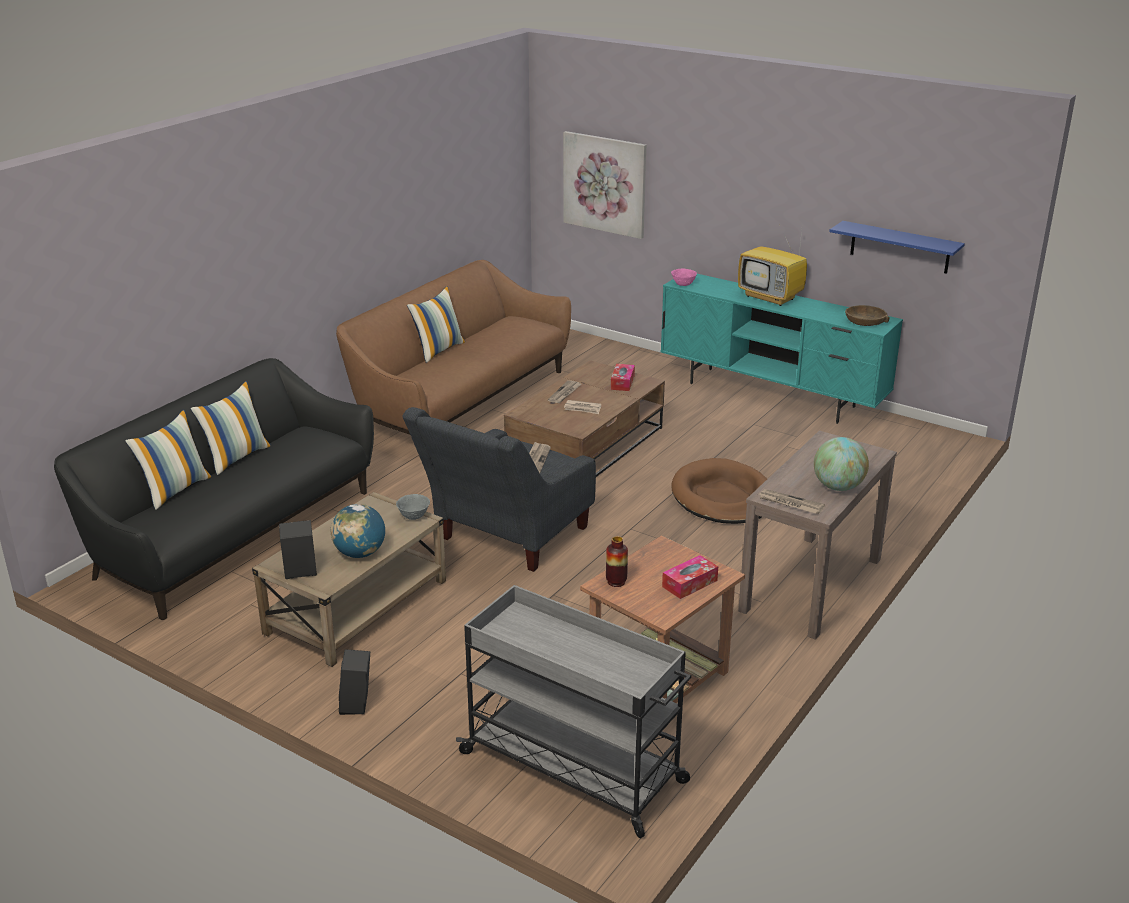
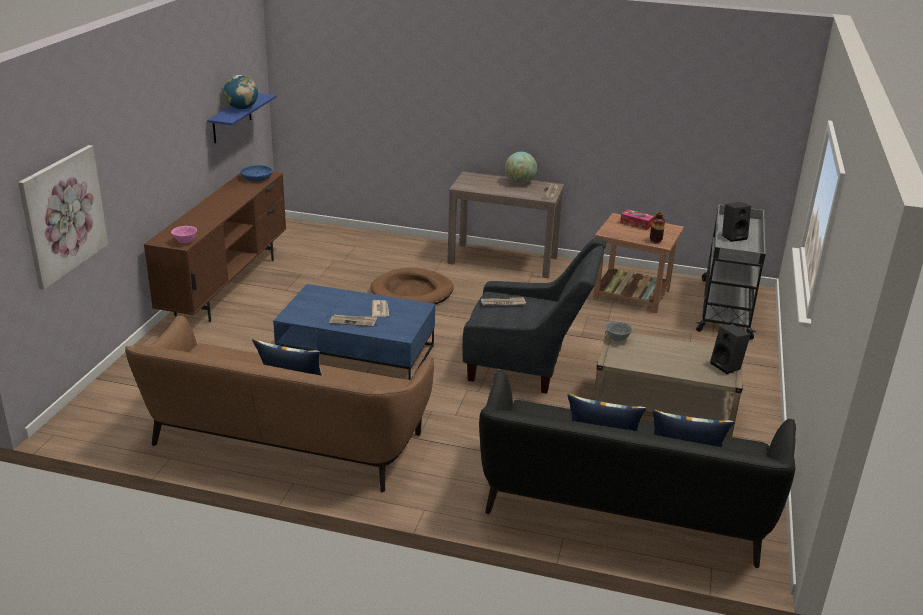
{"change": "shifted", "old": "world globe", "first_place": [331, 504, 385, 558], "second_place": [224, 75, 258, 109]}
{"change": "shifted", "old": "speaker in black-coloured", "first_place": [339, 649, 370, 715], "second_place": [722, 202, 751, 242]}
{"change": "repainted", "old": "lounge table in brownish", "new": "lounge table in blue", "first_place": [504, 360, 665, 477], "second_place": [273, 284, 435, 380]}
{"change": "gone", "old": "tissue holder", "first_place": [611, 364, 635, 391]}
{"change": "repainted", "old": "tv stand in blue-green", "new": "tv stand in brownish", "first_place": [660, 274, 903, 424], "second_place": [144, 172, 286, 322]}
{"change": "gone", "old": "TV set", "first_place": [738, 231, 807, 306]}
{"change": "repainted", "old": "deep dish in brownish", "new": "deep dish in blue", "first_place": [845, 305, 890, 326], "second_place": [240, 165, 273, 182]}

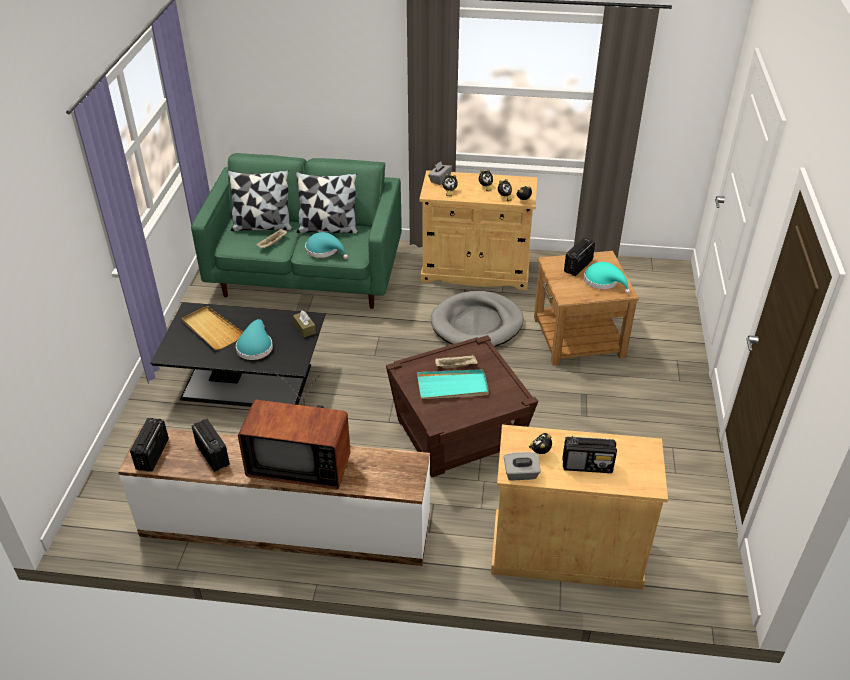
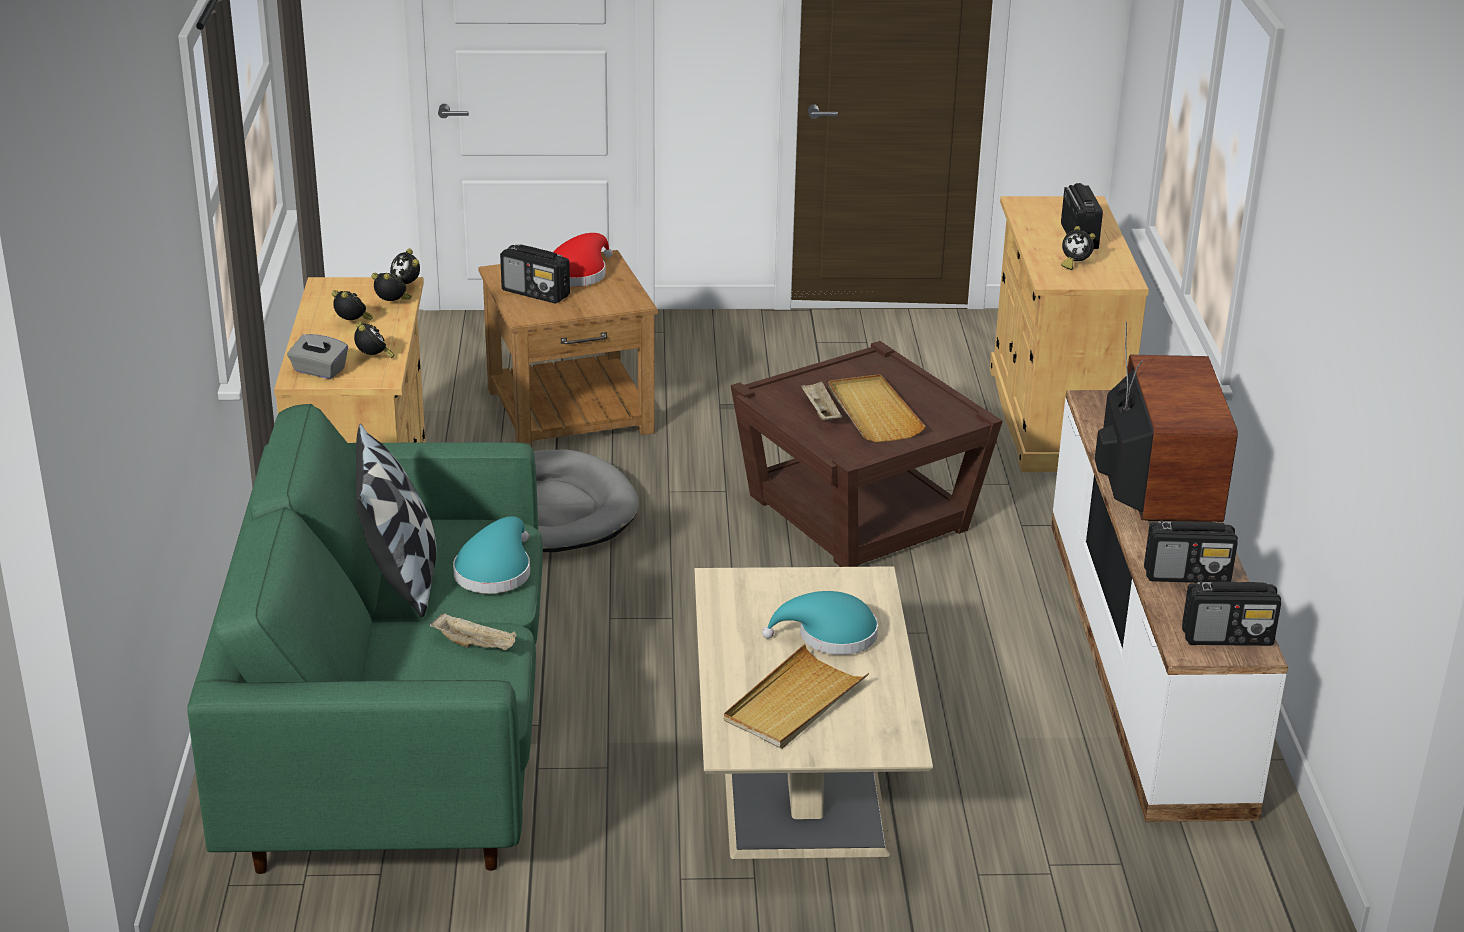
{"change": "repainted", "old": "lounge table in black-coloured", "new": "lounge table in sand-coloured", "first_place": [150, 302, 326, 407], "second_place": [694, 566, 933, 859]}
{"change": "rotated", "old": "radio", "first_place": [192, 419, 230, 472], "second_place": [1144, 520, 1238, 583], "degrees": -135}
{"change": "gone", "old": "pillow", "first_place": [227, 170, 292, 231]}
{"change": "gone", "old": "tissue holder in brownish", "first_place": [293, 311, 316, 337]}
{"change": "repainted", "old": "tray in blue-green", "new": "tray in sand-coloured", "first_place": [417, 369, 489, 399], "second_place": [828, 374, 925, 442]}
{"change": "gone", "old": "tissue holder in greyish", "first_place": [504, 452, 541, 480]}
{"change": "repainted", "old": "clothing hat in blue-green", "new": "clothing hat in reddish", "first_place": [584, 262, 630, 294], "second_place": [553, 233, 613, 287]}

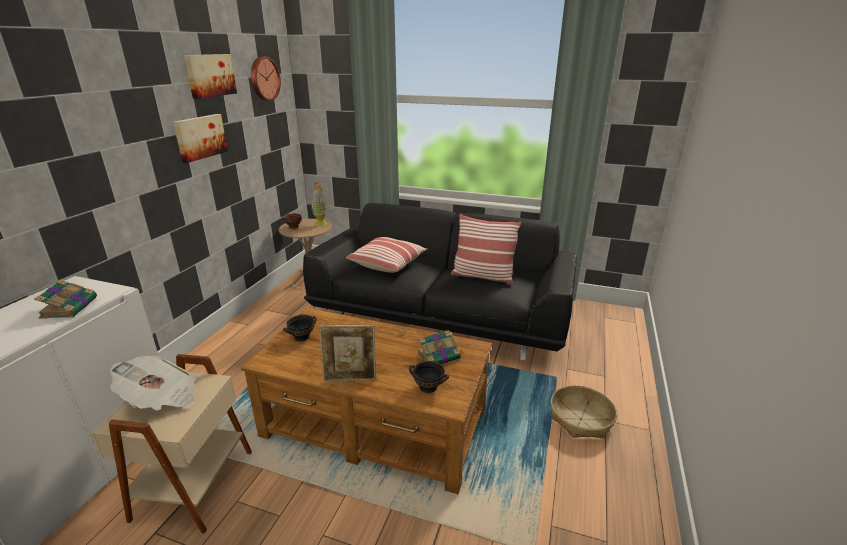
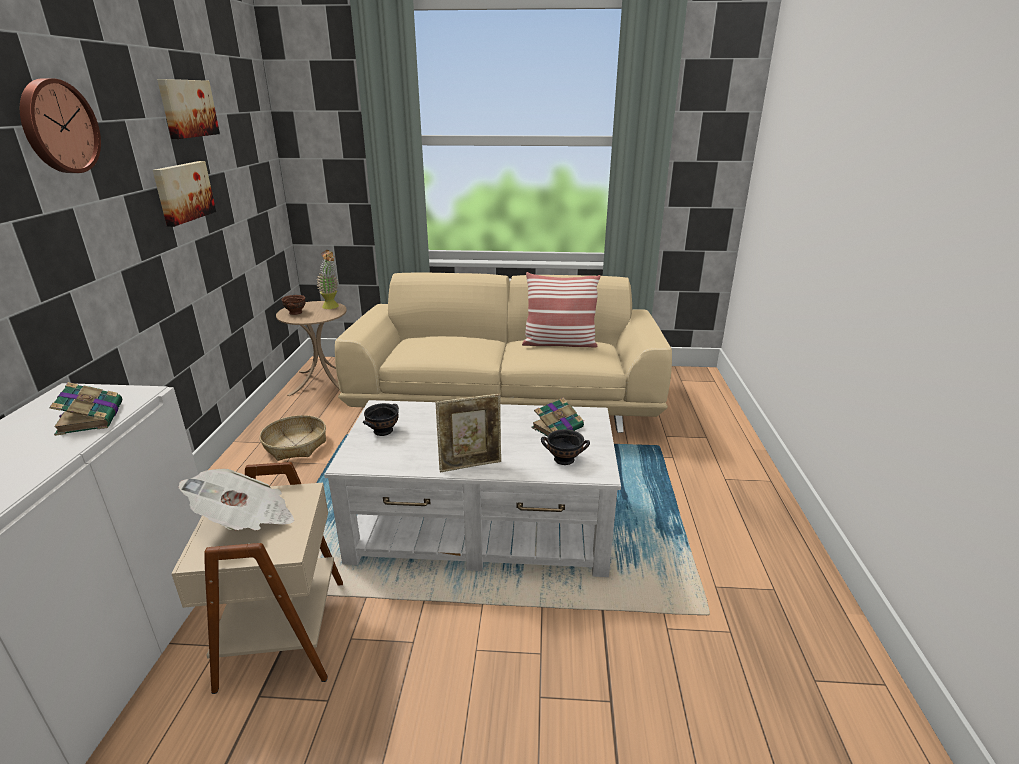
{"change": "repainted", "old": "lounge table in brownish", "new": "lounge table in white", "first_place": [241, 308, 492, 494], "second_place": [324, 400, 621, 577]}
{"change": "shifted", "old": "hanging clock", "first_place": [251, 57, 281, 101], "second_place": [20, 78, 101, 173]}
{"change": "repainted", "old": "sofa in black-coloured", "new": "sofa in sand-coloured", "first_place": [303, 203, 577, 361], "second_place": [335, 272, 672, 433]}
{"change": "gone", "old": "pillow", "first_place": [346, 237, 428, 273]}
{"change": "shifted", "old": "basket", "first_place": [551, 385, 617, 439], "second_place": [260, 415, 326, 461]}

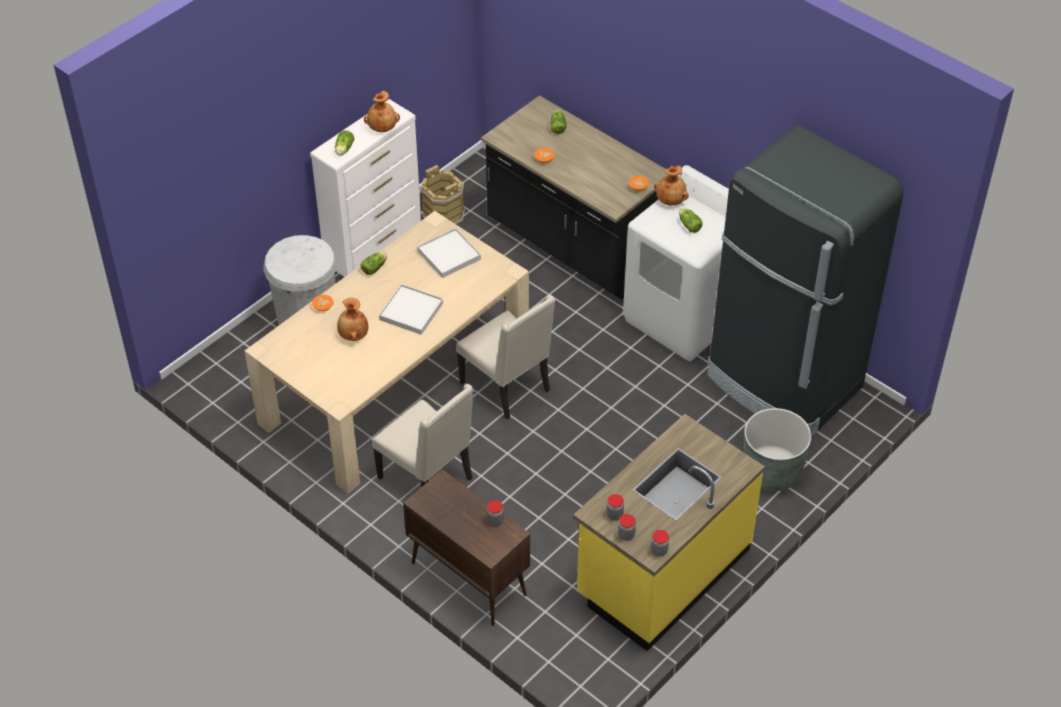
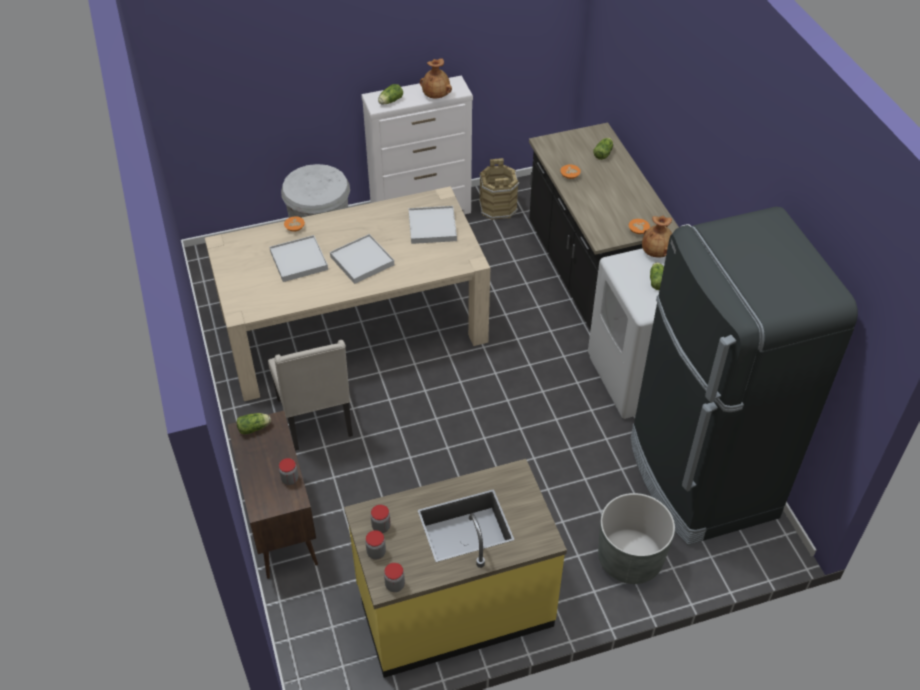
{"change": "swapped", "old": "vase in brownish", "new": "tray in white", "first_place": [337, 298, 368, 341], "second_place": [270, 235, 328, 282]}
{"change": "shifted", "old": "head of lettuce", "first_place": [360, 252, 387, 275], "second_place": [236, 413, 271, 435]}
{"change": "gone", "old": "chair in sand-coloured", "first_place": [456, 295, 555, 419]}

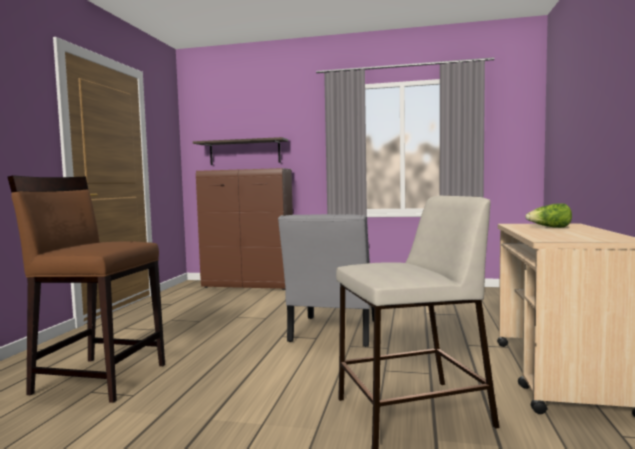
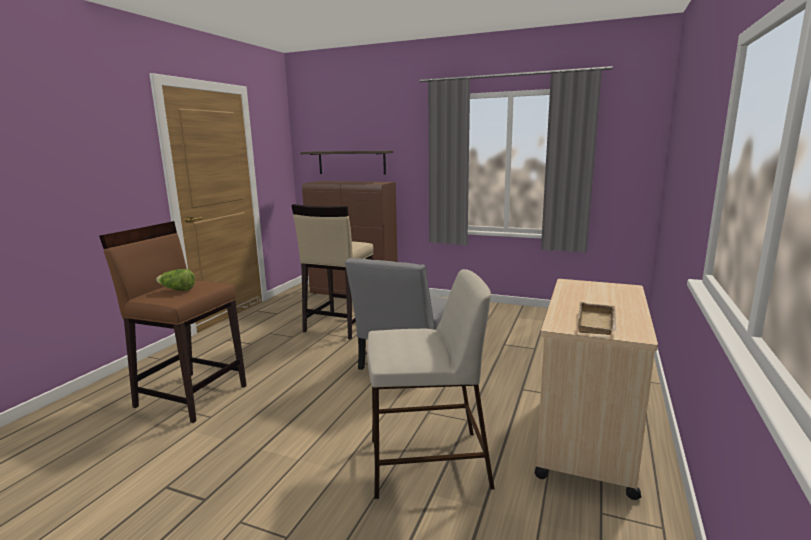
{"change": "shifted", "old": "head of lettuce", "first_place": [525, 203, 572, 228], "second_place": [156, 269, 195, 291]}
{"change": "new", "new": "sitting stool in sand-coloured", "second_place": [291, 204, 373, 339]}
{"change": "new", "new": "tray in sand-coloured", "second_place": [577, 302, 617, 335]}

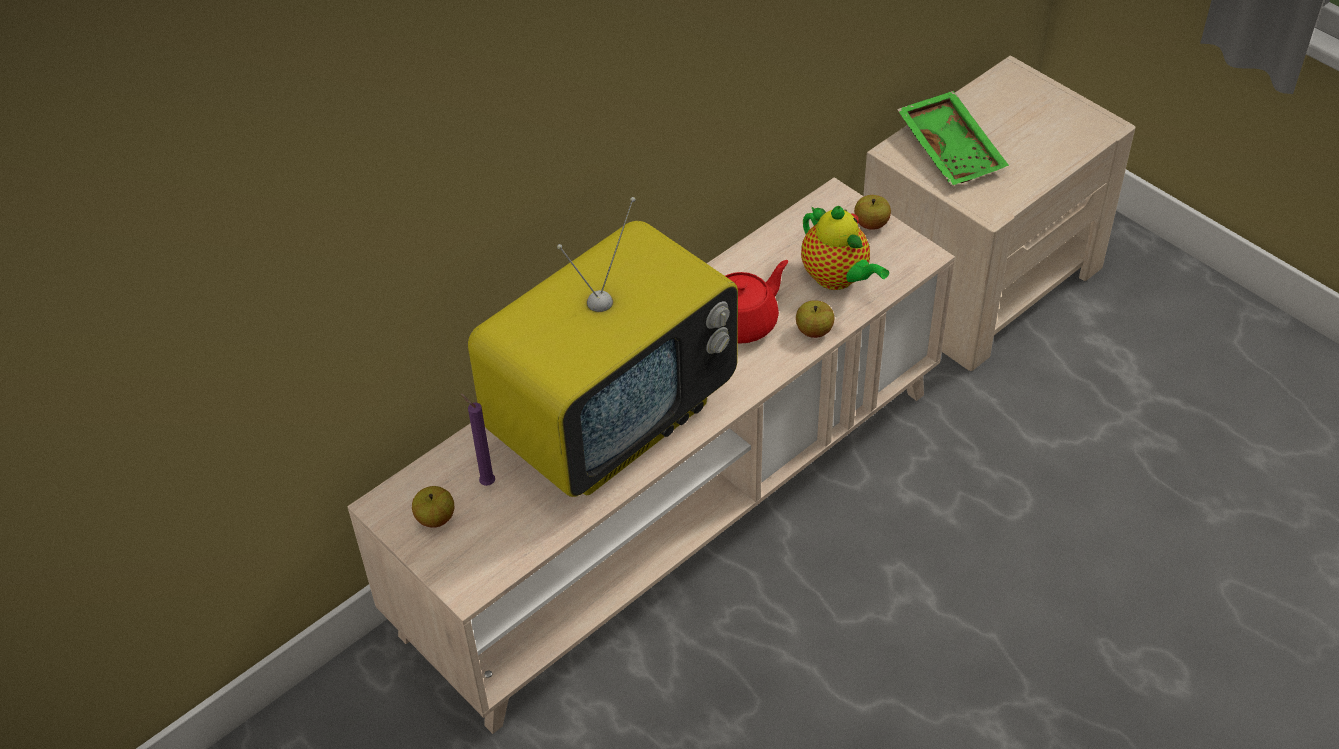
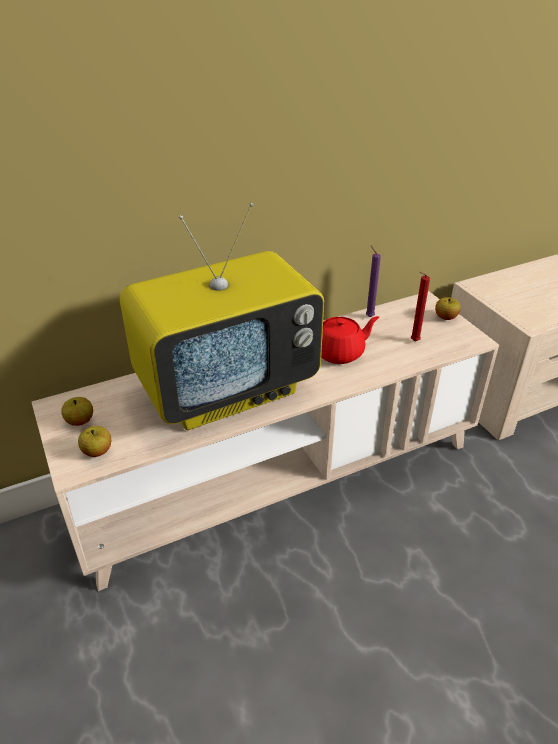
{"change": "shifted", "old": "wax candle in purple-coloured", "first_place": [461, 394, 495, 486], "second_place": [366, 245, 381, 317]}
{"change": "shifted", "old": "apple fruit", "first_place": [796, 300, 834, 338], "second_place": [78, 426, 112, 457]}
{"change": "swapped", "old": "teapot", "new": "wax candle in reddish", "first_place": [801, 206, 889, 290], "second_place": [411, 272, 430, 341]}
{"change": "gone", "old": "tray in green-coloured", "first_place": [897, 91, 1009, 186]}

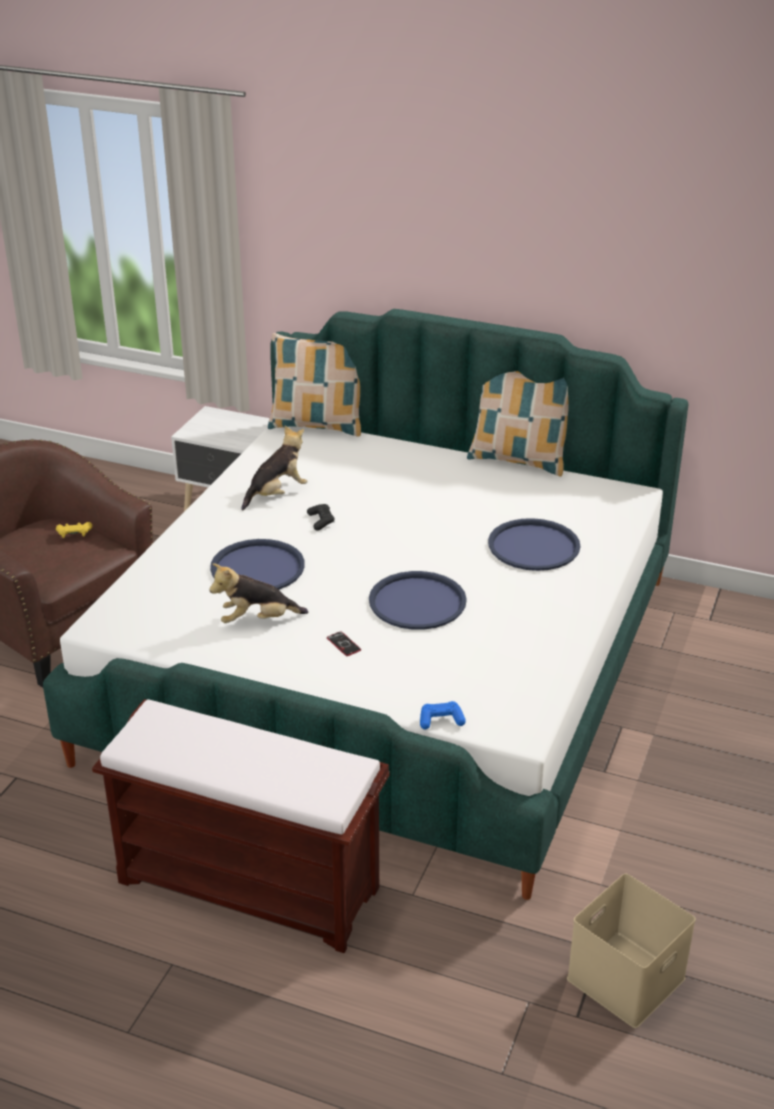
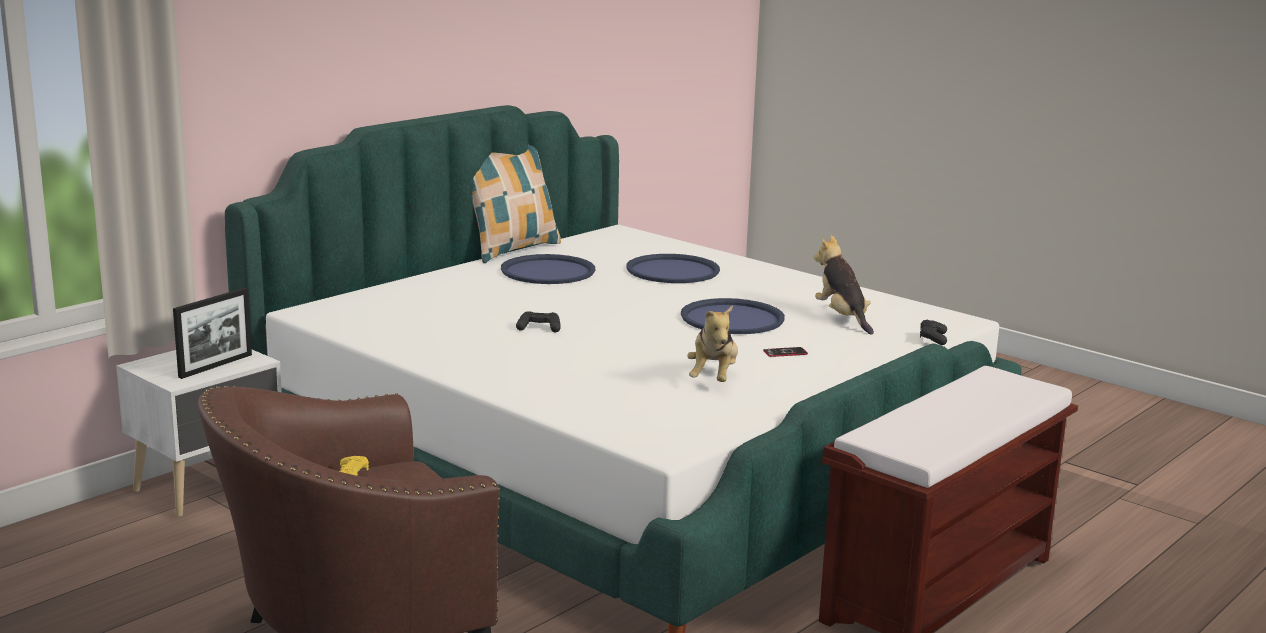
{"change": "shifted", "old": "tray in blue", "first_place": [210, 539, 305, 590], "second_place": [501, 254, 595, 284]}
{"change": "shifted", "old": "cuddly toy", "first_place": [241, 426, 307, 511], "second_place": [814, 235, 874, 334]}
{"change": "gone", "old": "pillow", "first_place": [268, 333, 361, 437]}
{"change": "repainted", "old": "joypad in blue", "new": "joypad in black-coloured", "first_place": [420, 701, 466, 729], "second_place": [920, 320, 947, 345]}
{"change": "gone", "old": "storage box in sand-coloured", "first_place": [567, 874, 696, 1028]}
{"change": "new", "new": "standing frame", "second_place": [173, 288, 252, 379]}

